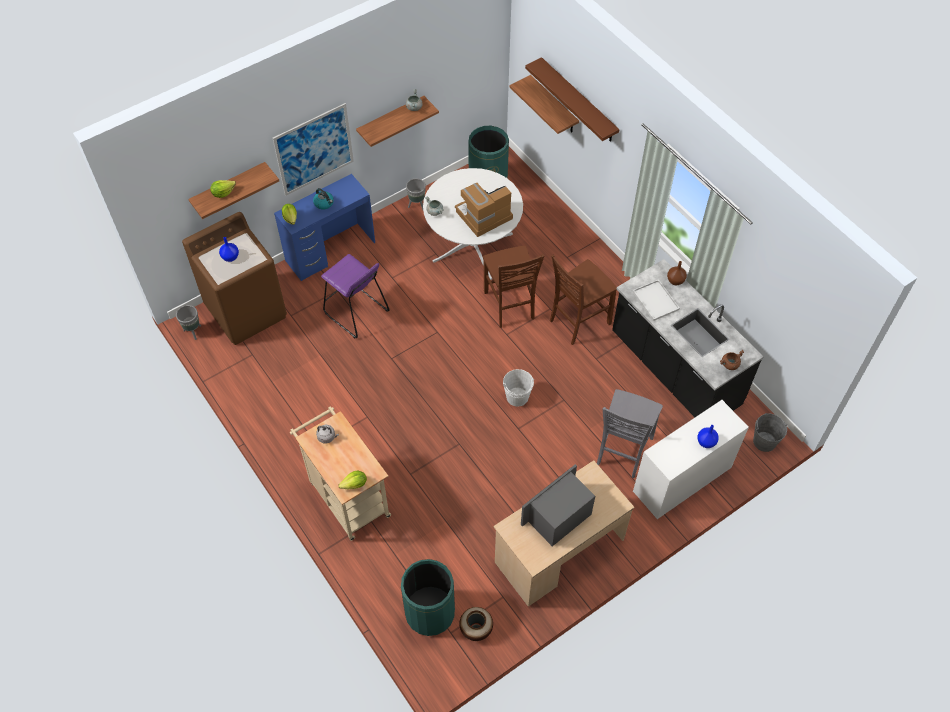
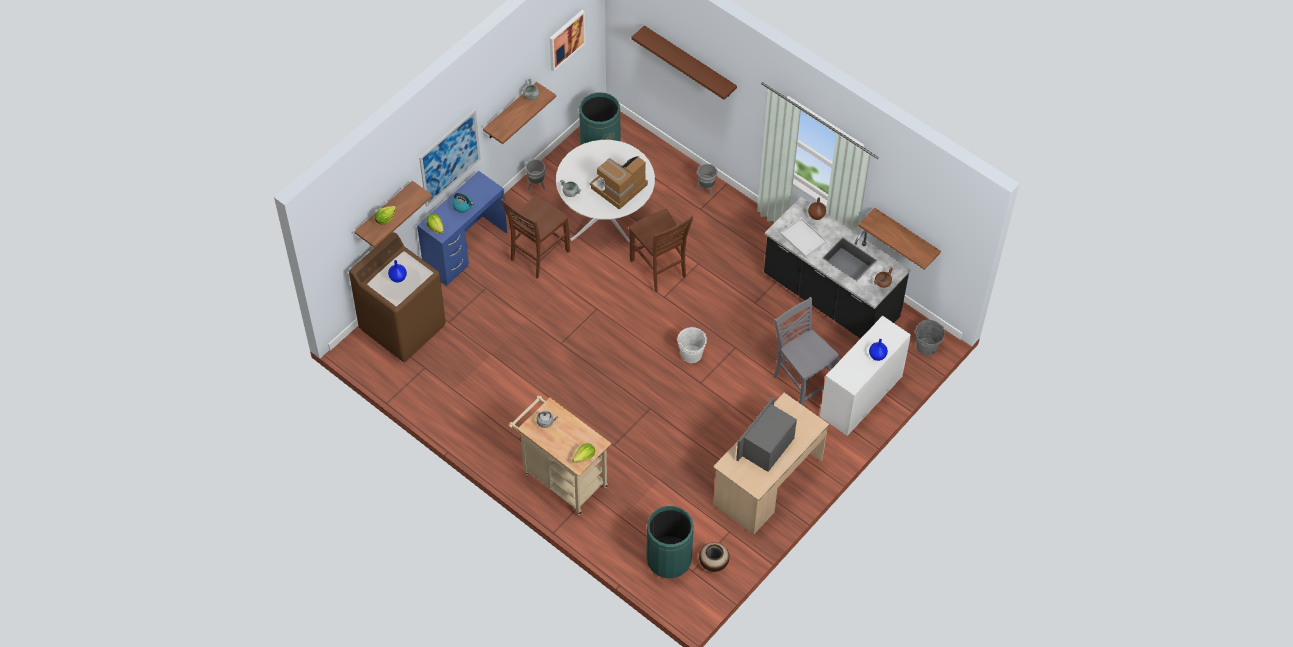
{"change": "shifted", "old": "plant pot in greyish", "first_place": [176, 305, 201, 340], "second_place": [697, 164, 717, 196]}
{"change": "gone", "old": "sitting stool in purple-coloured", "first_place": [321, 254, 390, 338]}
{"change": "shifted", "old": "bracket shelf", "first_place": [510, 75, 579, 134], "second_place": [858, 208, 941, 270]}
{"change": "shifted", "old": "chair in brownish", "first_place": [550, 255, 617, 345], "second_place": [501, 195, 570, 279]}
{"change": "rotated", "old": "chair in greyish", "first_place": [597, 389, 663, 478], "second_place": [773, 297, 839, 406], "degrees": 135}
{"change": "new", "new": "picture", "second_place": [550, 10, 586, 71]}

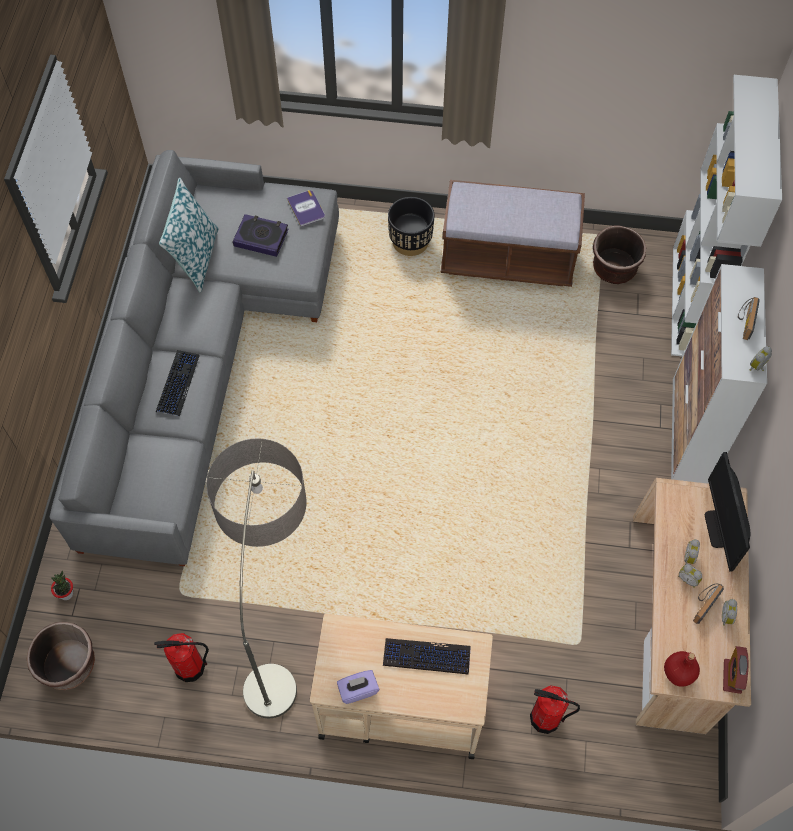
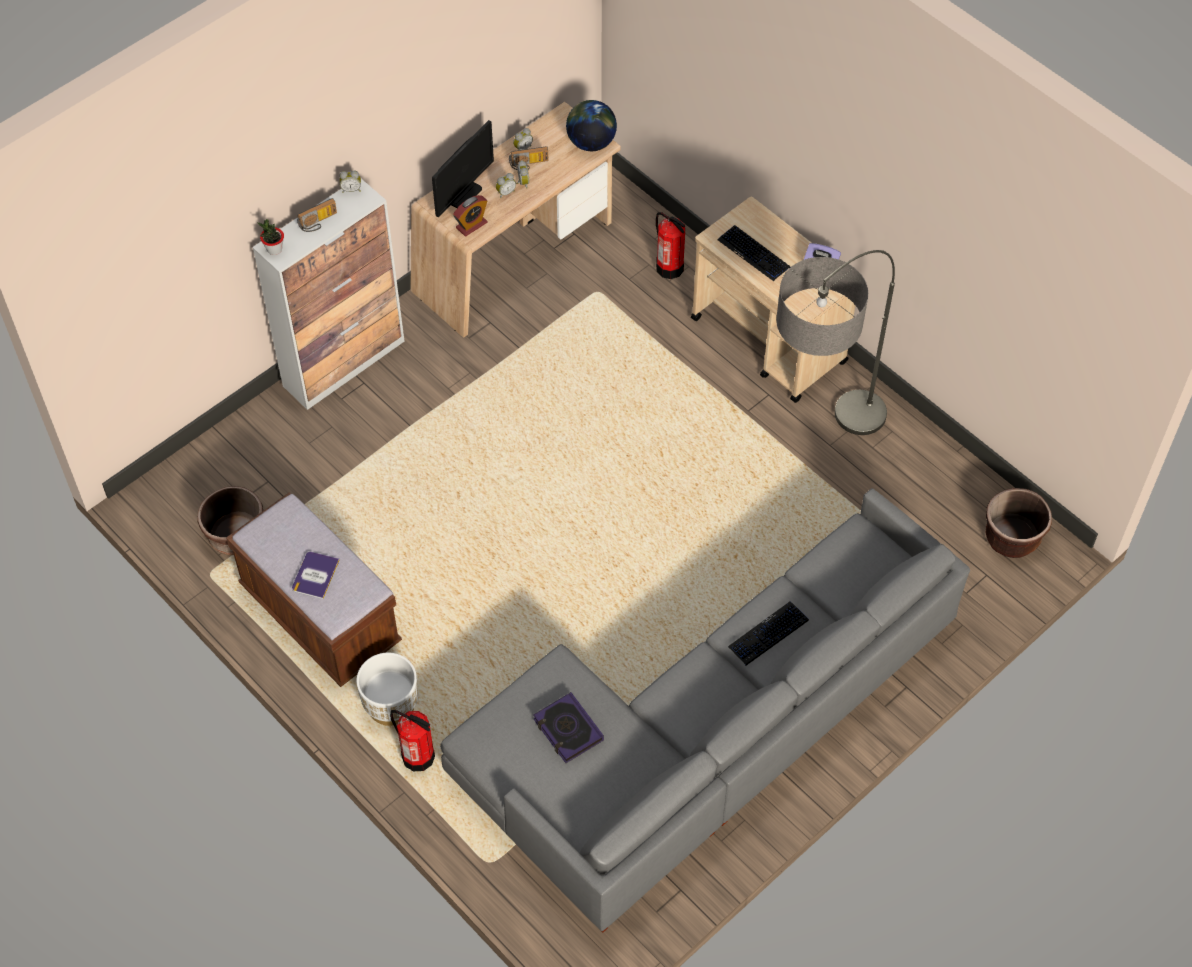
{"change": "shifted", "old": "plant in a pot", "first_place": [51, 571, 73, 600], "second_place": [258, 219, 284, 255]}
{"change": "shifted", "old": "extinguisher", "first_place": [154, 633, 209, 682], "second_place": [390, 710, 435, 771]}
{"change": "gone", "old": "pillow", "first_place": [159, 178, 219, 292]}
{"change": "shifted", "old": "bound book", "first_place": [287, 190, 325, 227], "second_place": [292, 552, 340, 599]}
{"change": "repainted", "old": "plant pot in black-coloured", "new": "plant pot in white", "first_place": [388, 197, 434, 256], "second_place": [356, 653, 418, 726]}
{"change": "swapped", "old": "bottle in reddish", "new": "world globe", "first_place": [664, 651, 700, 687], "second_place": [566, 100, 617, 151]}
{"change": "gone", "old": "bookshelf in white", "first_place": [671, 75, 782, 356]}
{"change": "shifted", "old": "table clock", "first_place": [723, 646, 748, 694], "second_place": [453, 195, 487, 236]}

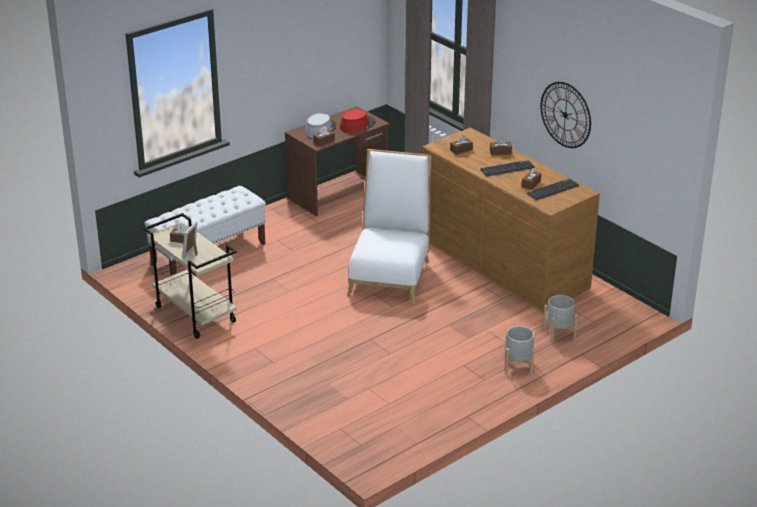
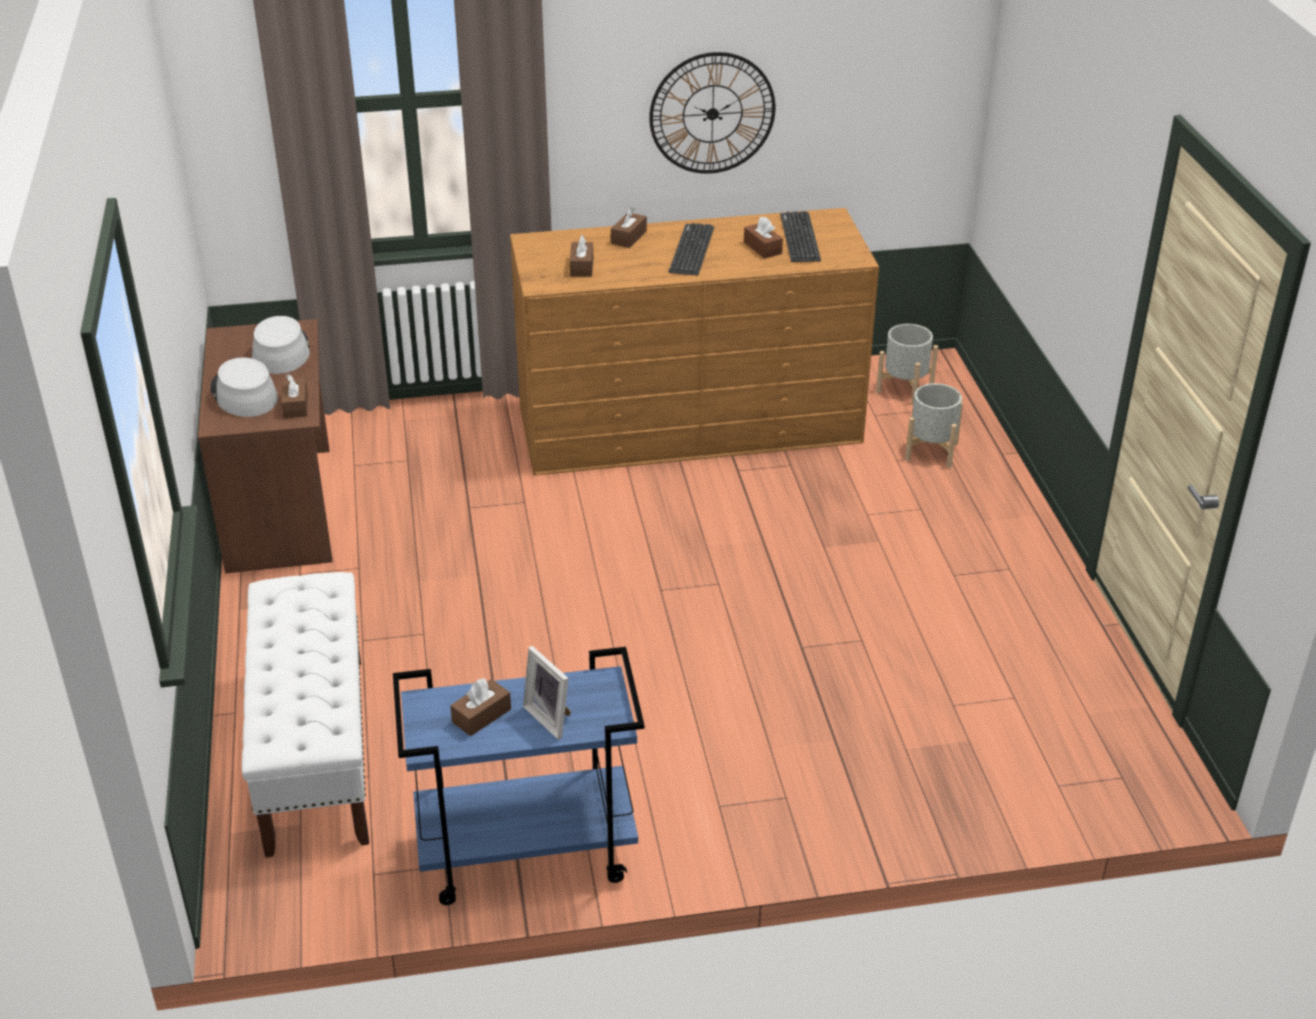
{"change": "repainted", "old": "trolley in sand-coloured", "new": "trolley in blue", "first_place": [143, 213, 237, 339], "second_place": [393, 647, 644, 905]}
{"change": "repainted", "old": "clothing hat in reddish", "new": "clothing hat in greyish", "first_place": [340, 109, 376, 133], "second_place": [252, 316, 310, 374]}
{"change": "gone", "old": "chair in white", "first_place": [347, 149, 432, 304]}
{"change": "shifted", "old": "plant pot in greyish", "first_place": [505, 326, 534, 374], "second_place": [876, 324, 938, 405]}

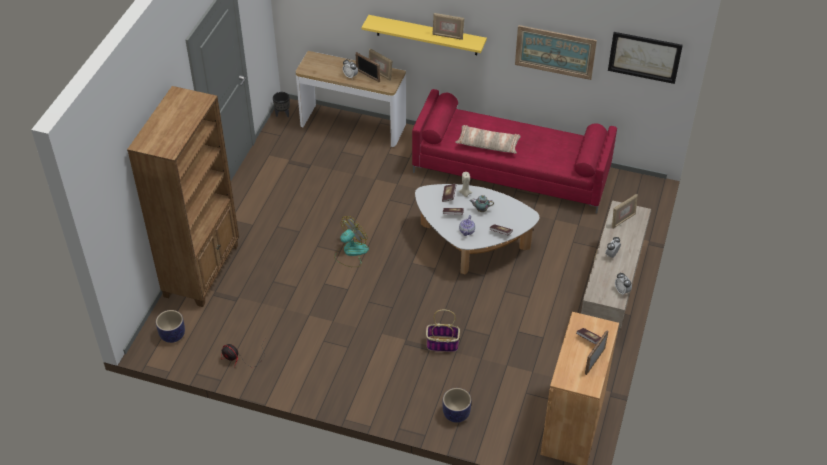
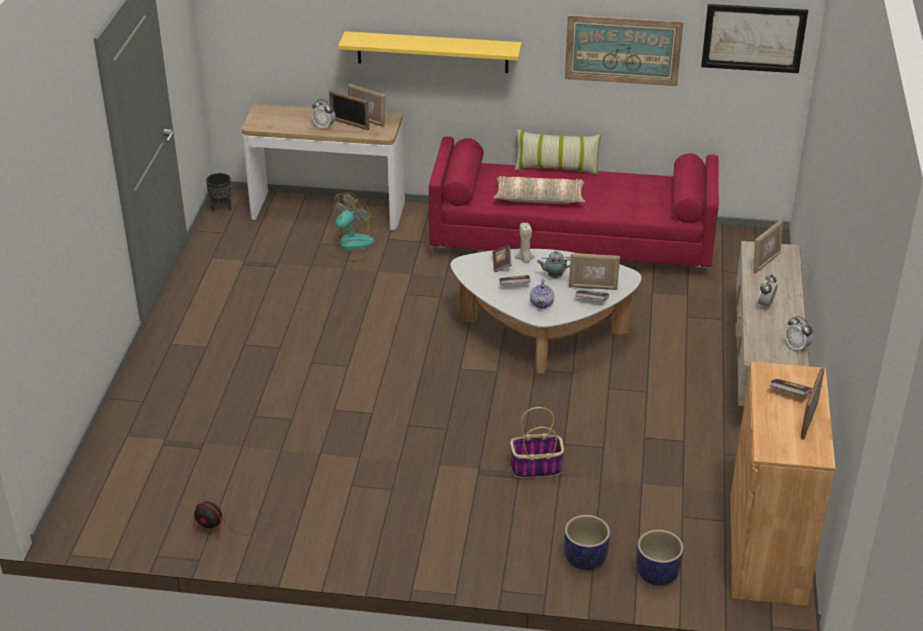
{"change": "gone", "old": "bookshelf in brownish", "first_place": [127, 86, 239, 307]}
{"change": "shifted", "old": "plant pot", "first_place": [156, 310, 185, 343], "second_place": [636, 530, 684, 586]}
{"change": "shifted", "old": "cooling fan", "first_place": [334, 216, 369, 267], "second_place": [329, 192, 374, 261]}
{"change": "shifted", "old": "standing frame", "first_place": [433, 13, 464, 40], "second_place": [569, 253, 620, 290]}
{"change": "new", "new": "pillow", "second_place": [515, 129, 601, 175]}

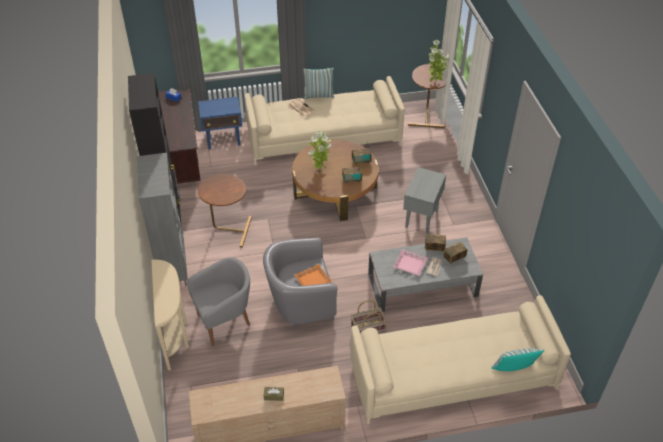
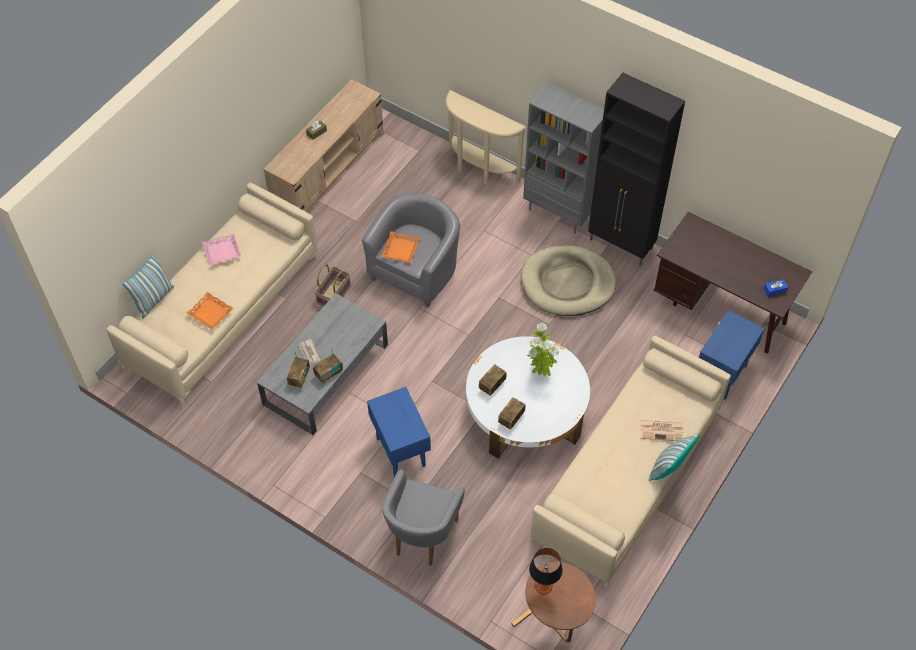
{"change": "shifted", "old": "easy chair in greyish", "first_place": [187, 257, 250, 346], "second_place": [383, 469, 465, 566]}
{"change": "swapped", "old": "side table in brownish", "new": "pet bed in sand-coloured", "first_place": [198, 174, 252, 247], "second_place": [521, 245, 616, 316]}
{"change": "repainted", "old": "lounge table in brownish", "new": "lounge table in white", "first_place": [292, 140, 379, 221], "second_place": [466, 336, 590, 459]}
{"change": "shifted", "old": "tray in pink-coloured", "first_place": [393, 249, 428, 276], "second_place": [202, 233, 242, 266]}
{"change": "repainted", "old": "side table in greyish", "new": "side table in blue", "first_place": [403, 167, 446, 234], "second_place": [367, 387, 431, 477]}
{"change": "swapped", "old": "plant in a pot", "new": "table lamp", "first_place": [428, 40, 449, 82], "second_place": [529, 548, 563, 595]}
{"change": "new", "new": "tray in orangey", "second_place": [187, 292, 233, 330]}

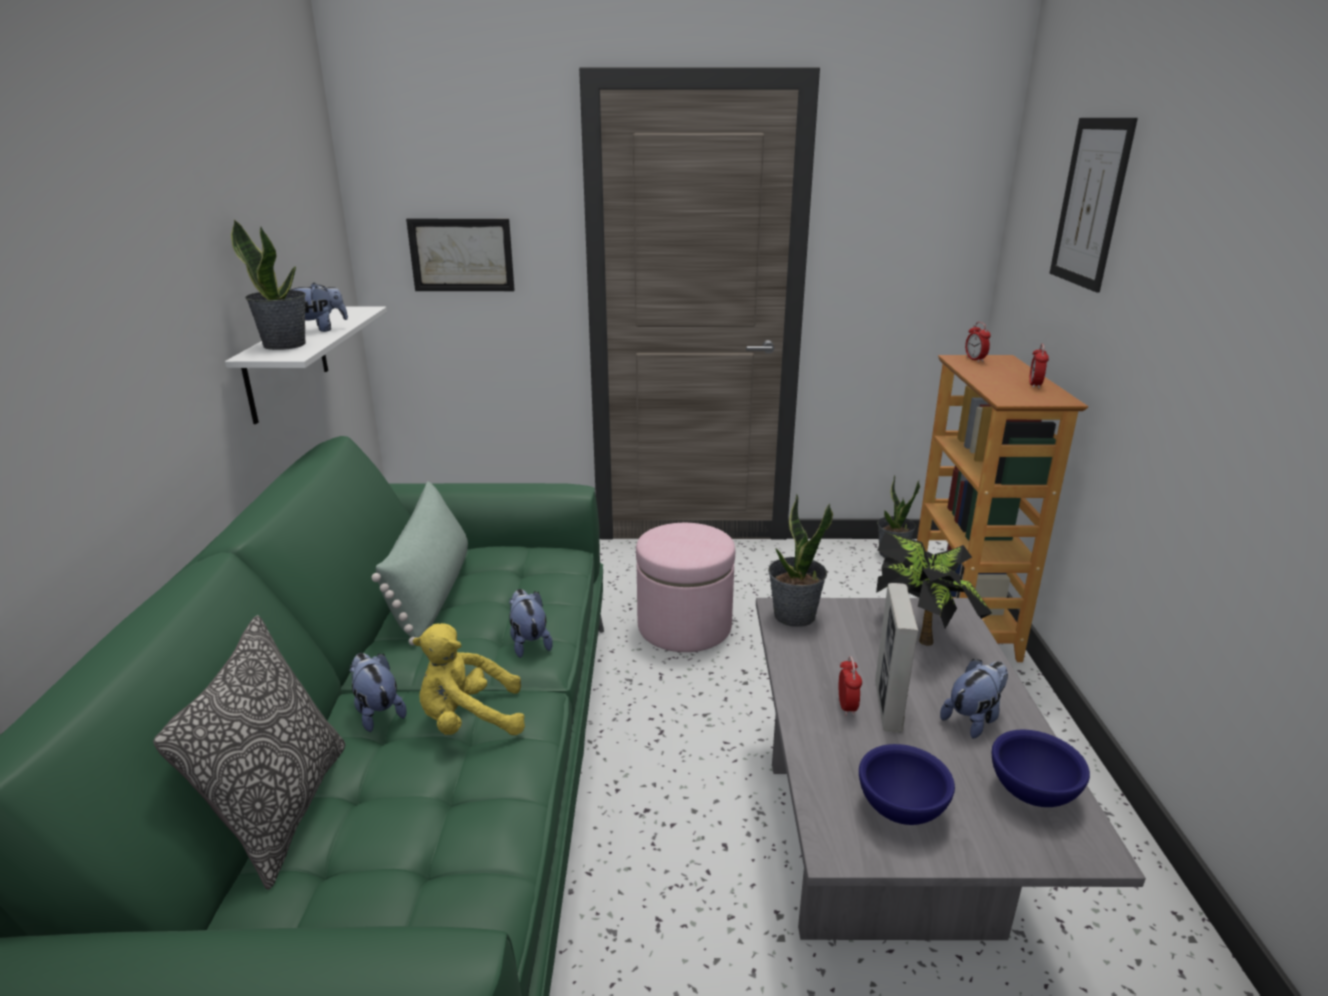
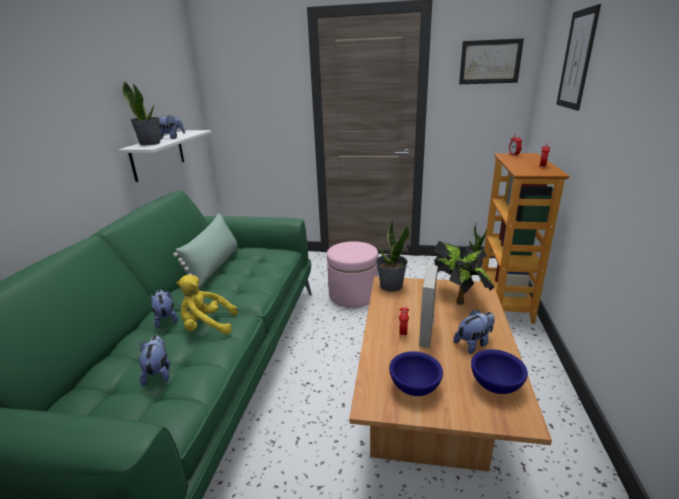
{"change": "gone", "old": "pillow", "first_place": [153, 615, 345, 890]}
{"change": "shifted", "old": "picture", "first_place": [406, 219, 515, 291], "second_place": [459, 38, 524, 84]}
{"change": "shifted", "old": "cuddly toy", "first_place": [509, 589, 553, 658], "second_place": [139, 335, 170, 386]}
{"change": "repainted", "old": "lounge table in greyish", "new": "lounge table in brownish", "first_place": [756, 598, 1146, 940], "second_place": [349, 277, 552, 472]}

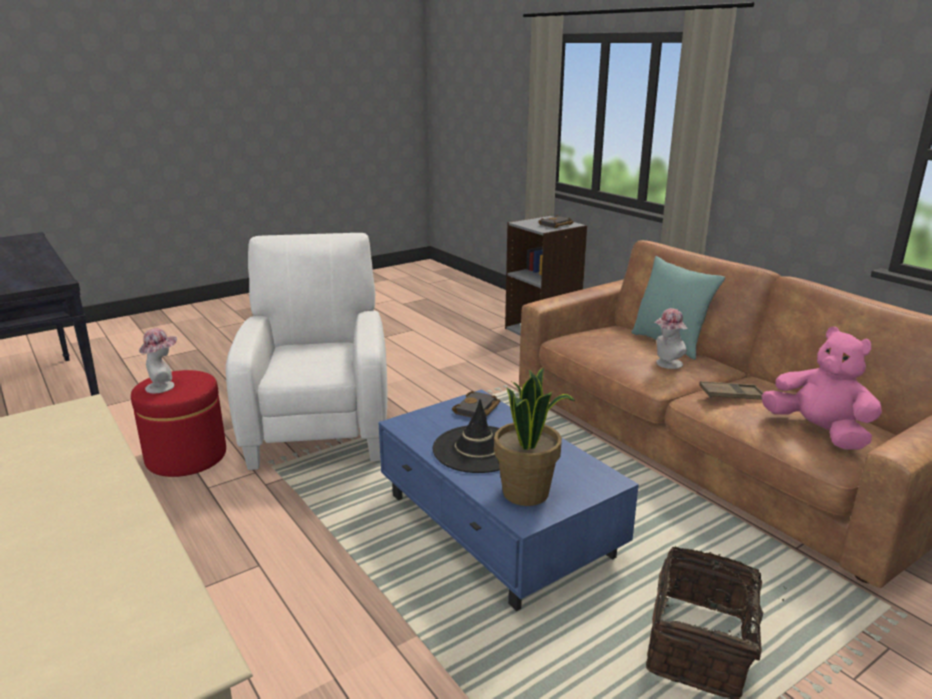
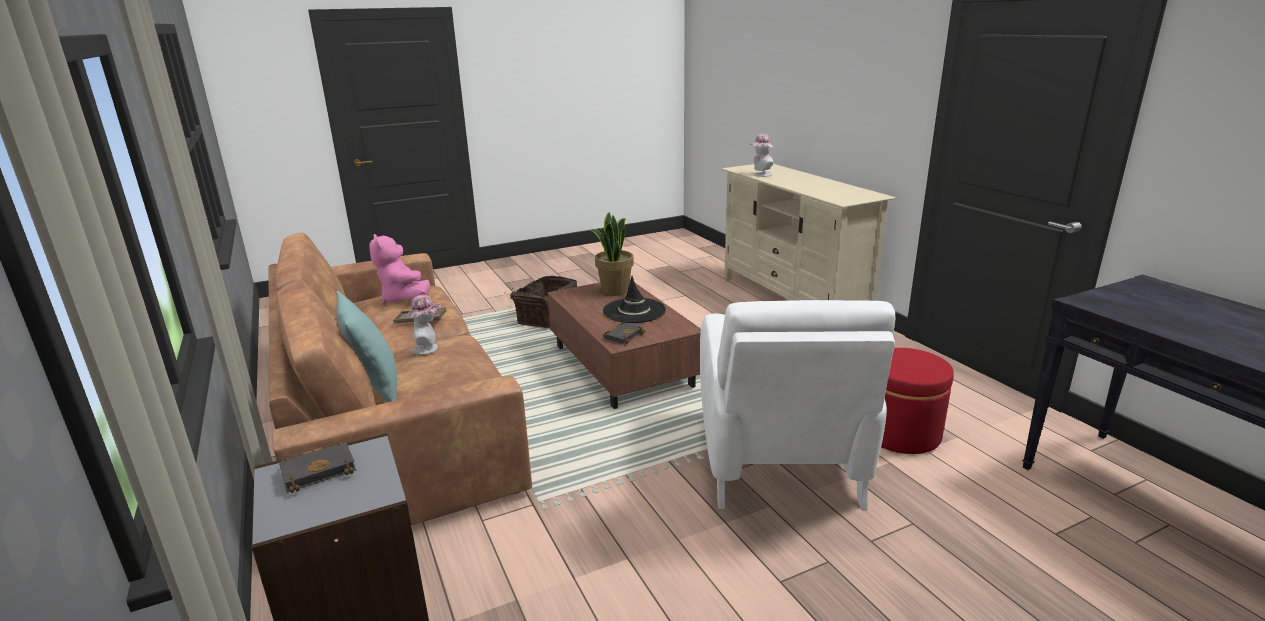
{"change": "shifted", "old": "clothing hat", "first_place": [139, 328, 177, 393], "second_place": [750, 134, 774, 177]}
{"change": "repainted", "old": "lounge table in blue", "new": "lounge table in brownish", "first_place": [378, 389, 639, 611], "second_place": [547, 279, 701, 409]}

